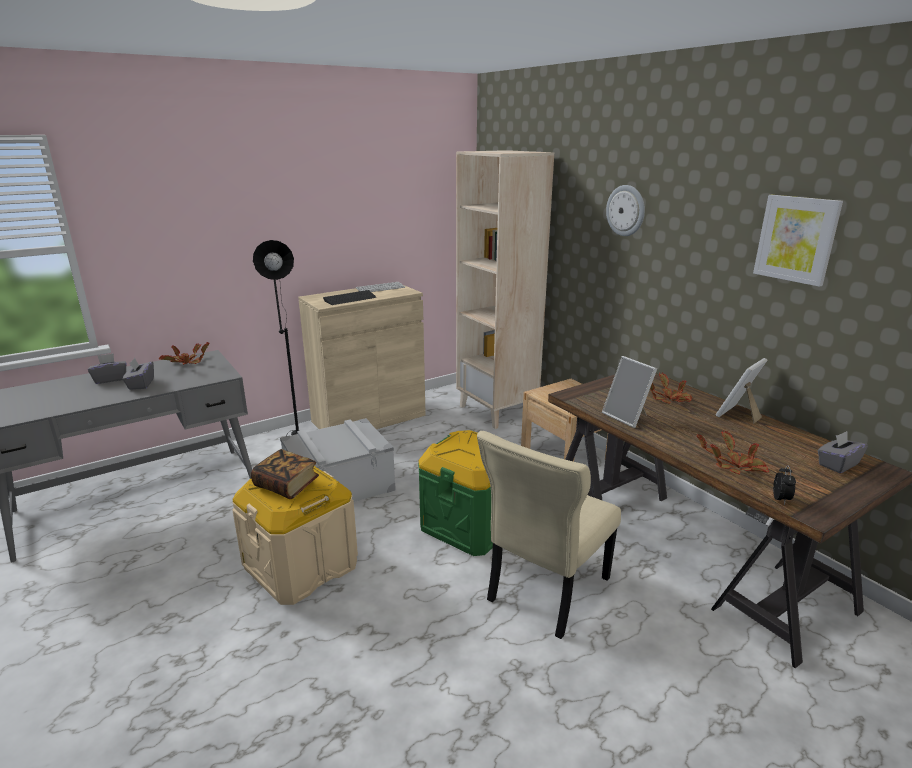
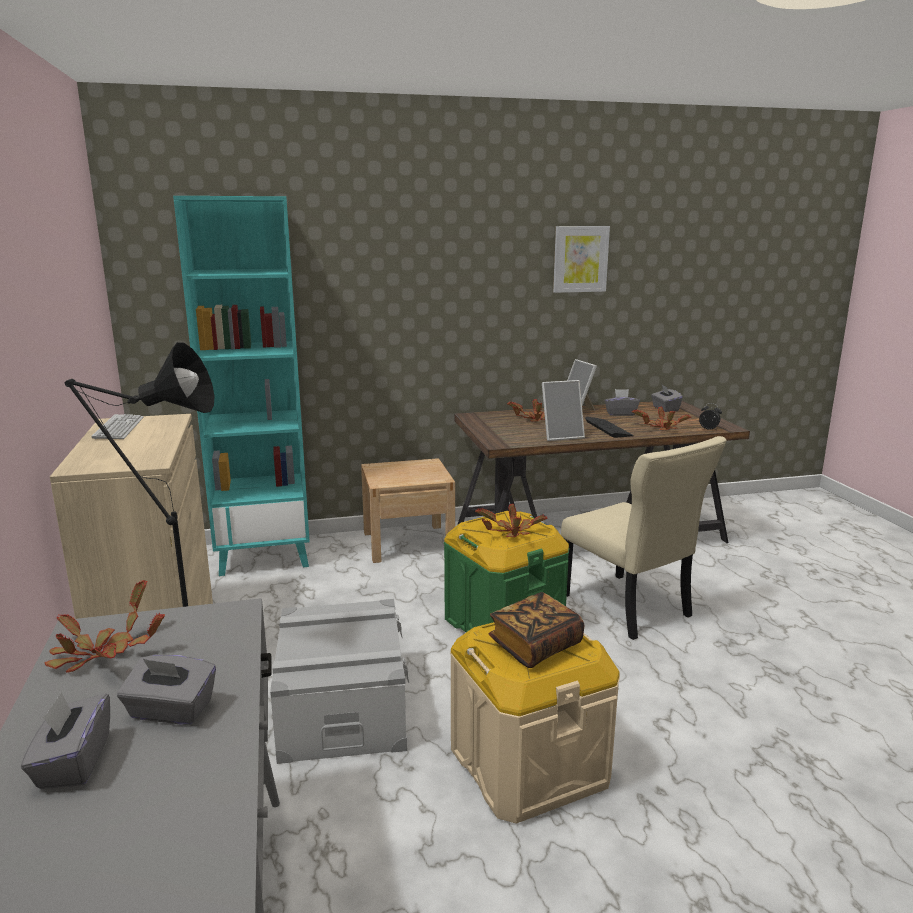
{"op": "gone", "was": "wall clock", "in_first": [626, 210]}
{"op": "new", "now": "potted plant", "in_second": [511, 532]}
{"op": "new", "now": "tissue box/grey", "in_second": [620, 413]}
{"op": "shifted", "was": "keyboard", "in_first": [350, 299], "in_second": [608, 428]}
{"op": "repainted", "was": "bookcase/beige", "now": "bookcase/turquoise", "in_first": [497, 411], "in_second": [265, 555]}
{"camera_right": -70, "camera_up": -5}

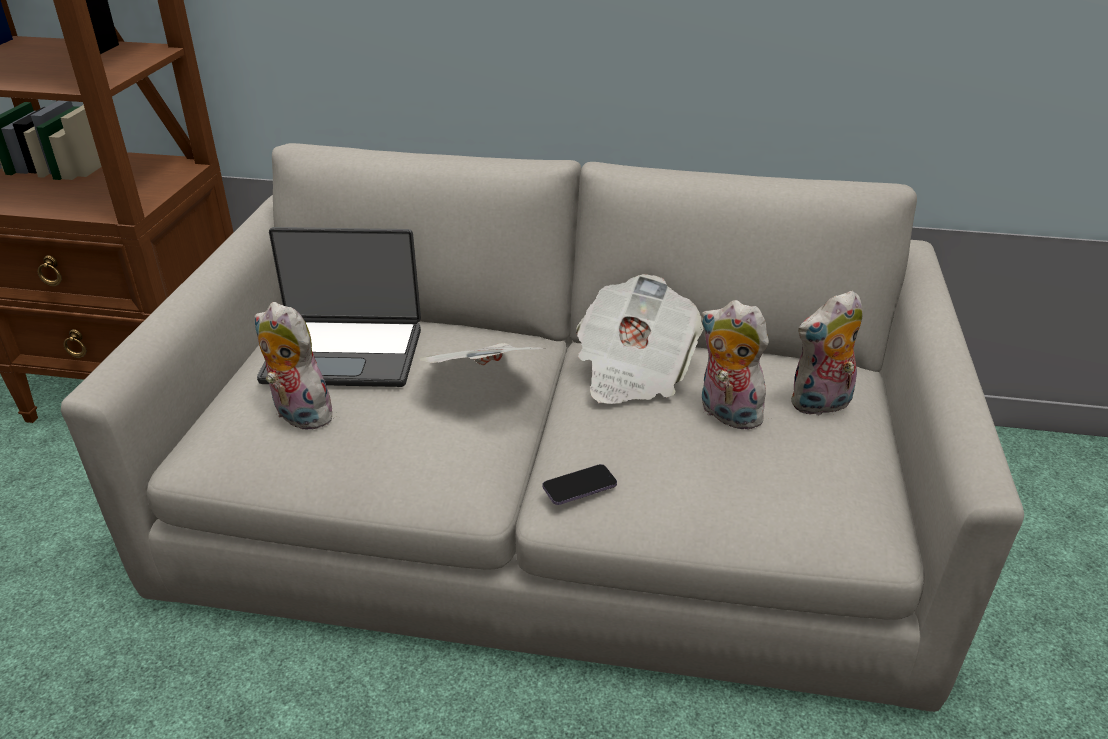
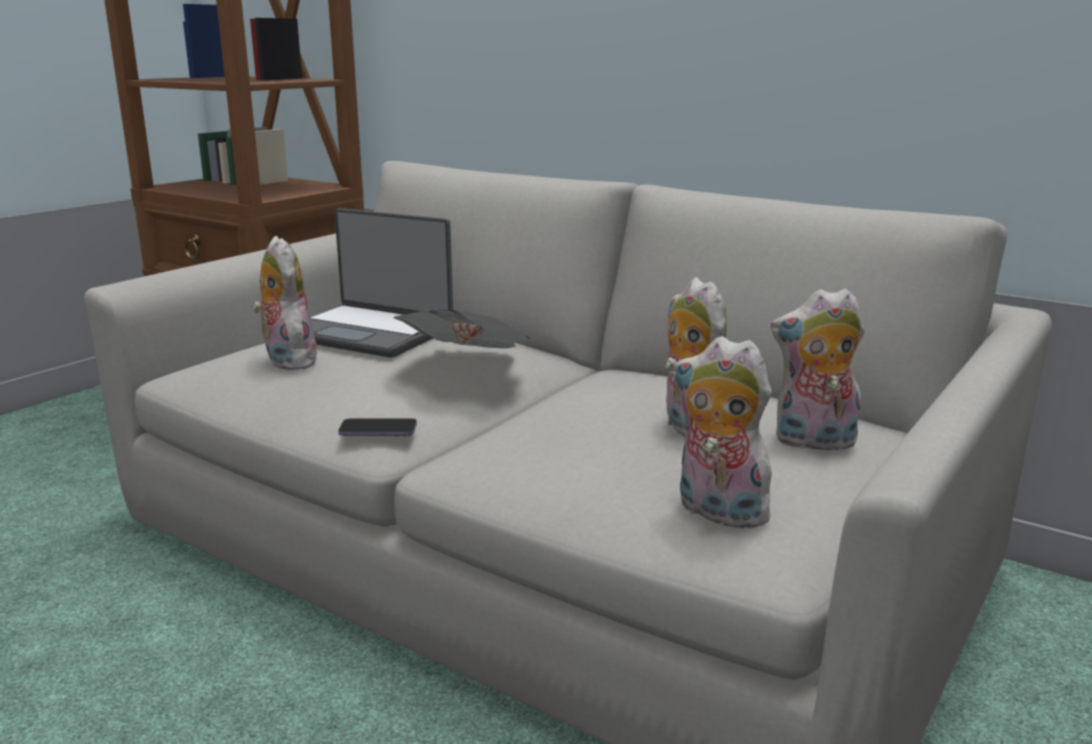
{"op": "gone", "was": "newspaper", "in_first": [633, 370]}
{"op": "new", "now": "plush toy", "in_second": [716, 512]}
{"op": "shifted", "was": "phone", "in_first": [579, 487], "in_second": [378, 430]}
{"camera_right": 25, "camera_up": -15}

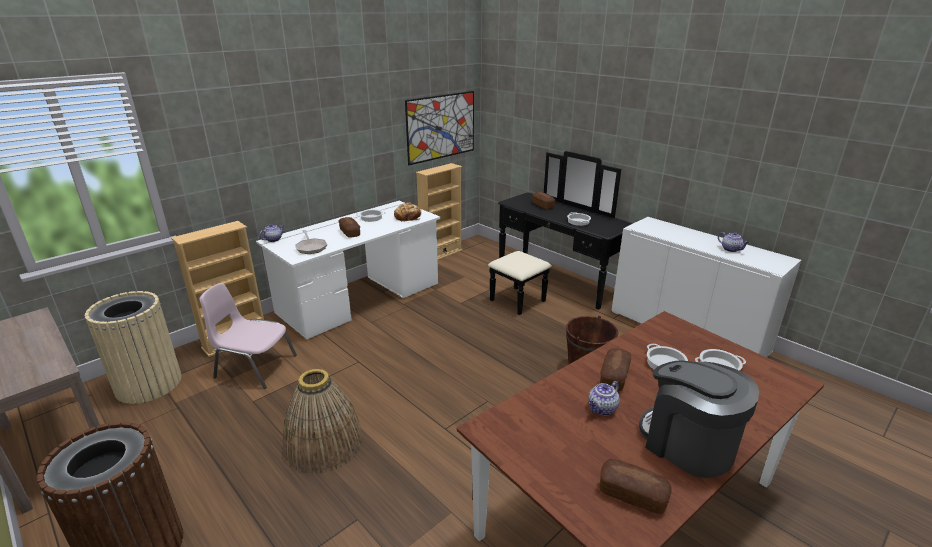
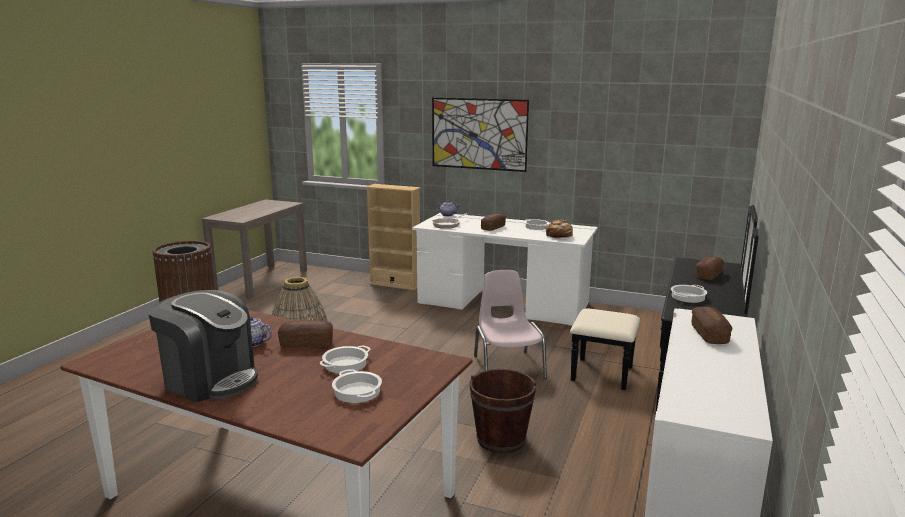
{"op": "gone", "was": "trash can/beige", "in_first": [148, 384]}
{"op": "gone", "was": "bookcase/beige", "in_first": [441, 254]}
{"op": "gone", "was": "teapot", "in_first": [731, 249]}
{"op": "shifted", "was": "chair/pink", "in_first": [254, 366], "in_second": [508, 366]}
{"op": "shifted", "was": "picture", "in_first": [441, 127], "in_second": [479, 134]}
{"op": "shifted", "was": "bread", "in_first": [632, 494], "in_second": [709, 334]}
{"op": "rotated", "was": "coffee machine", "in_first": [687, 444], "in_second": [210, 379], "clockwise": 90}
{"camera_right": 65, "camera_up": -10}

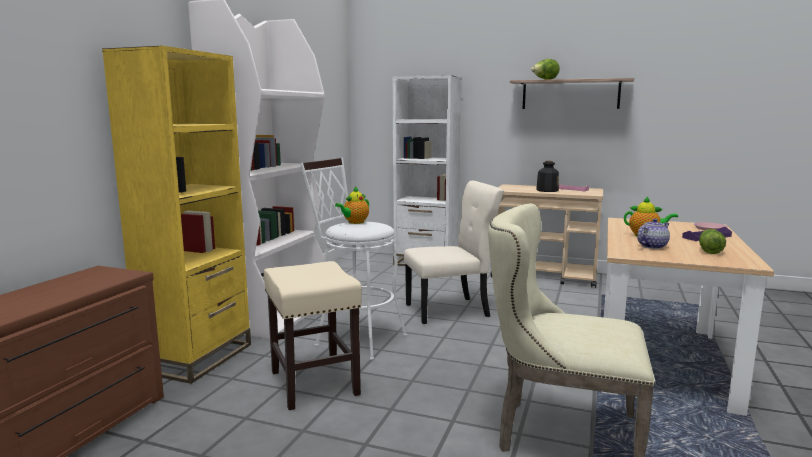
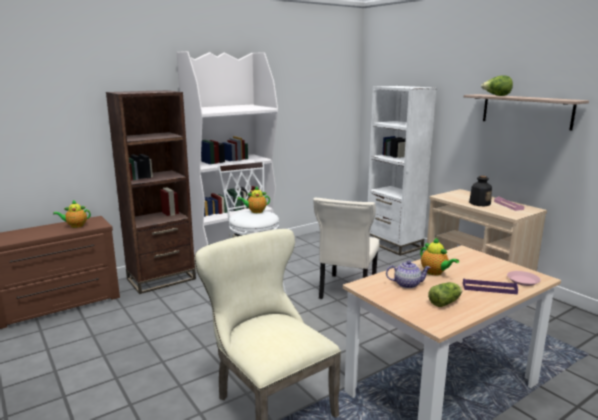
{"op": "gone", "was": "stool/beige", "in_first": [313, 382]}
{"op": "new", "now": "teapot", "in_second": [75, 226]}
{"op": "repainted", "was": "bookcase/yellow", "now": "bookcase/brown", "in_first": [197, 358], "in_second": [161, 279]}
{"op": "rotated", "was": "chair/beige", "in_first": [450, 310], "in_second": [346, 291], "clockwise": 90}
{"camera_right": 35, "camera_up": 5}

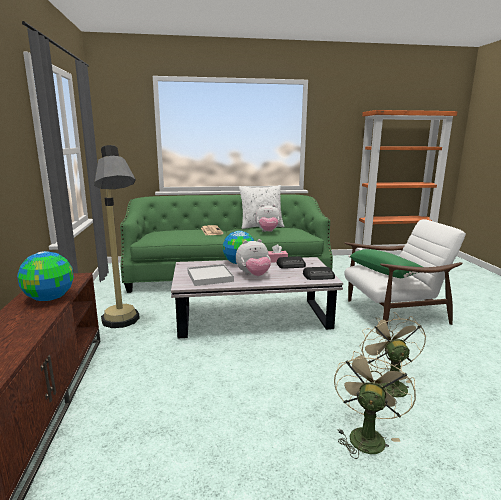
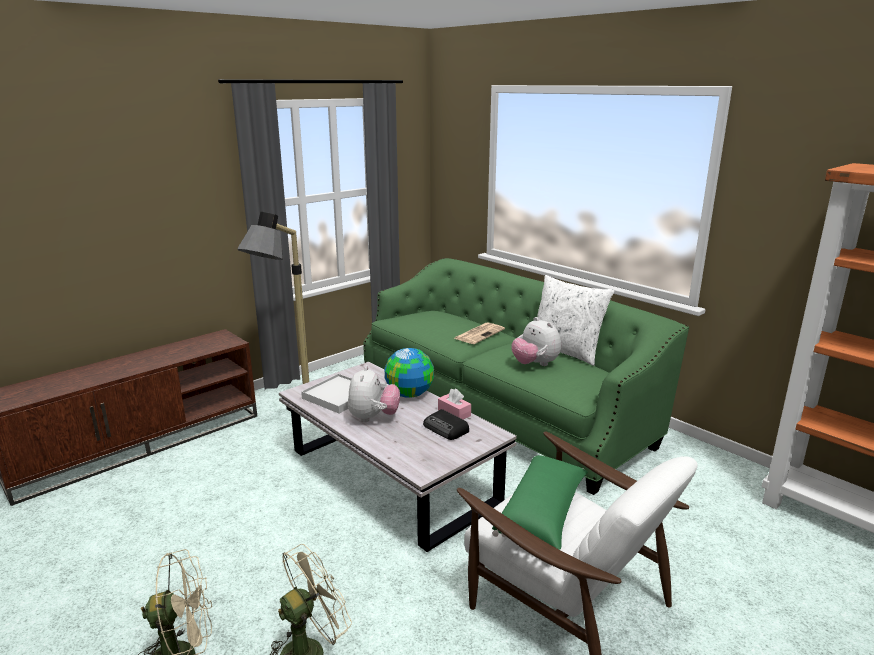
{"op": "gone", "was": "globe", "in_first": [50, 298]}
{"op": "gone", "was": "radio", "in_first": [319, 276]}
{"op": "rotated", "was": "plush toy", "in_first": [253, 275], "in_second": [373, 418], "clockwise": -120}
{"camera_right": 55, "camera_up": 5}

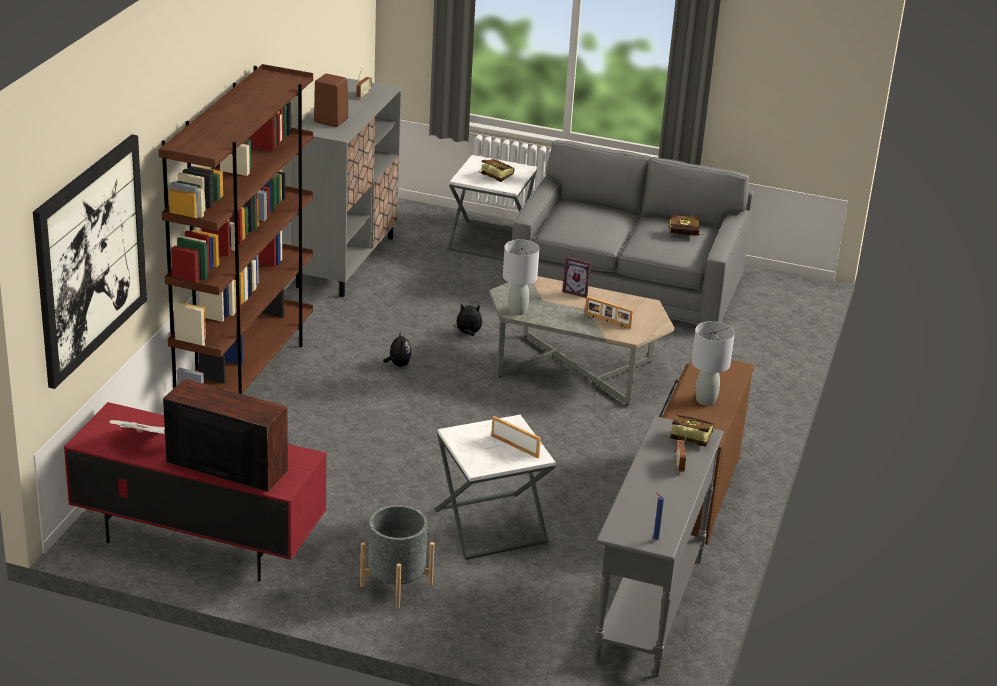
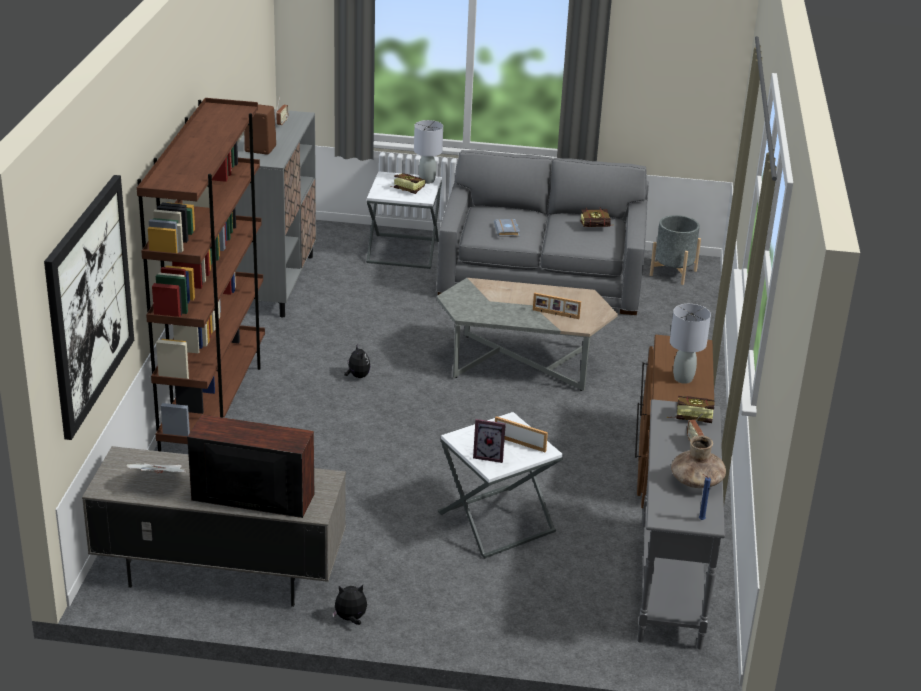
{"op": "new", "now": "book/grey", "in_second": [507, 231]}
{"op": "new", "now": "vase/brown", "in_second": [696, 481]}
{"op": "shifted", "was": "planter/grey", "in_first": [396, 585], "in_second": [673, 273]}
{"op": "shifted", "was": "plush toy", "in_first": [468, 334], "in_second": [350, 619]}
{"op": "shifted", "was": "table lamp/grey", "in_first": [517, 311], "in_second": [426, 180]}
{"op": "shifted", "was": "picture frame", "in_first": [577, 291], "in_second": [489, 455]}
{"op": "repainted", "was": "tv stand/red", "now": "tv stand/grey", "in_first": [197, 540], "in_second": [219, 573]}
{"camera_right": -10, "camera_up": 0}

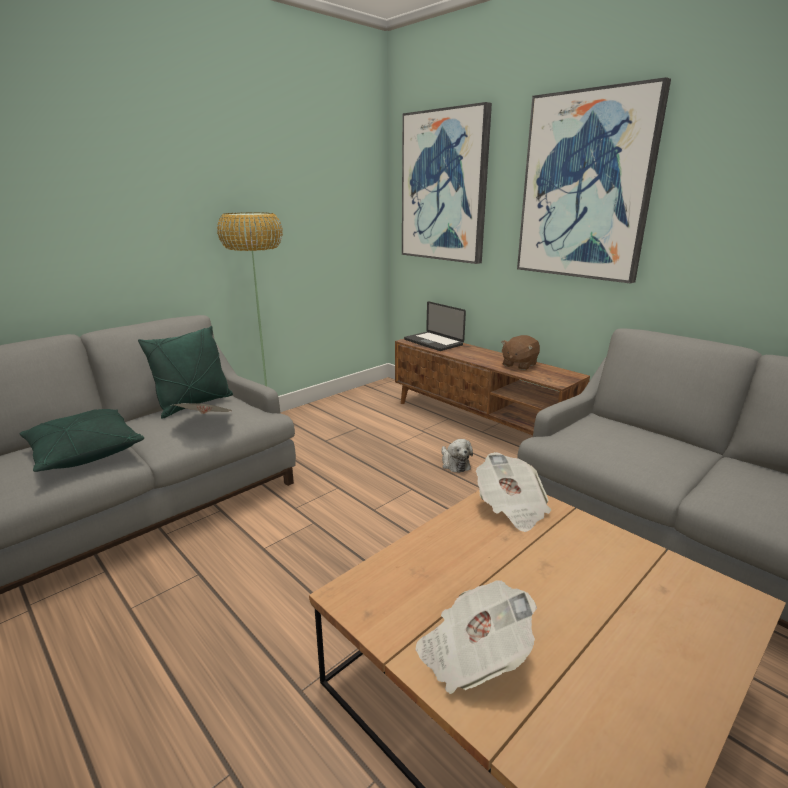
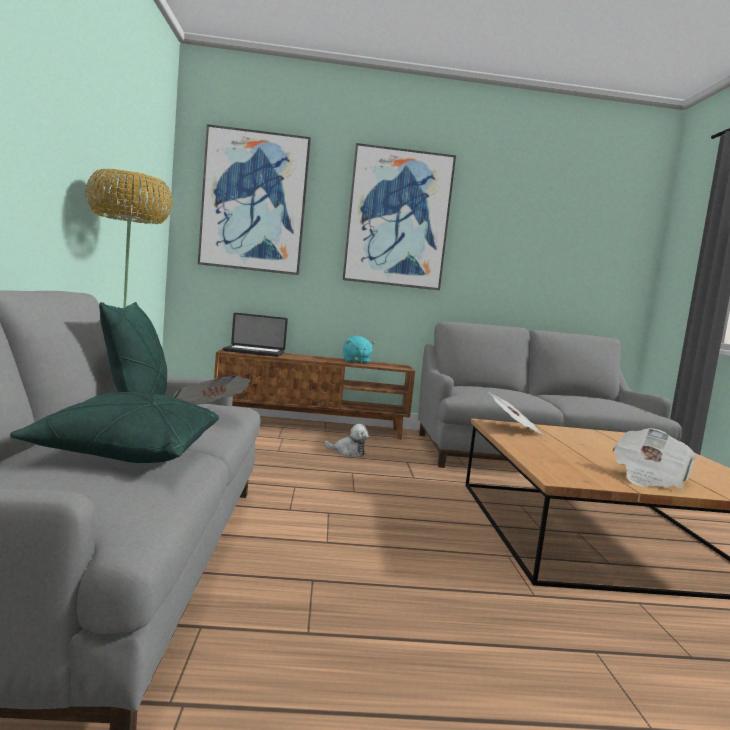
{"op": "repainted", "was": "plush toy/brown", "now": "plush toy/turquoise", "in_first": [519, 365], "in_second": [355, 361]}
{"camera_right": -50, "camera_up": -15}

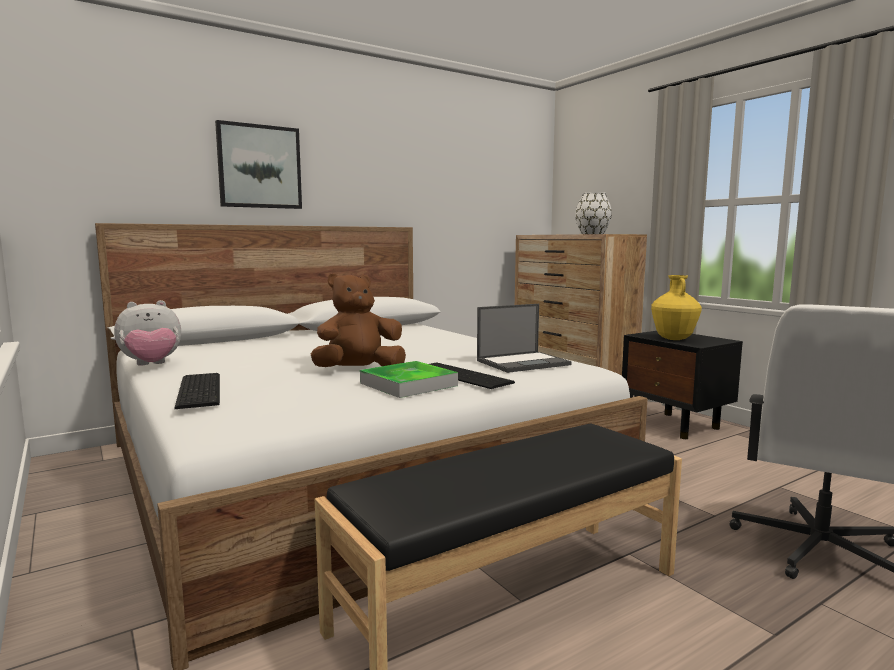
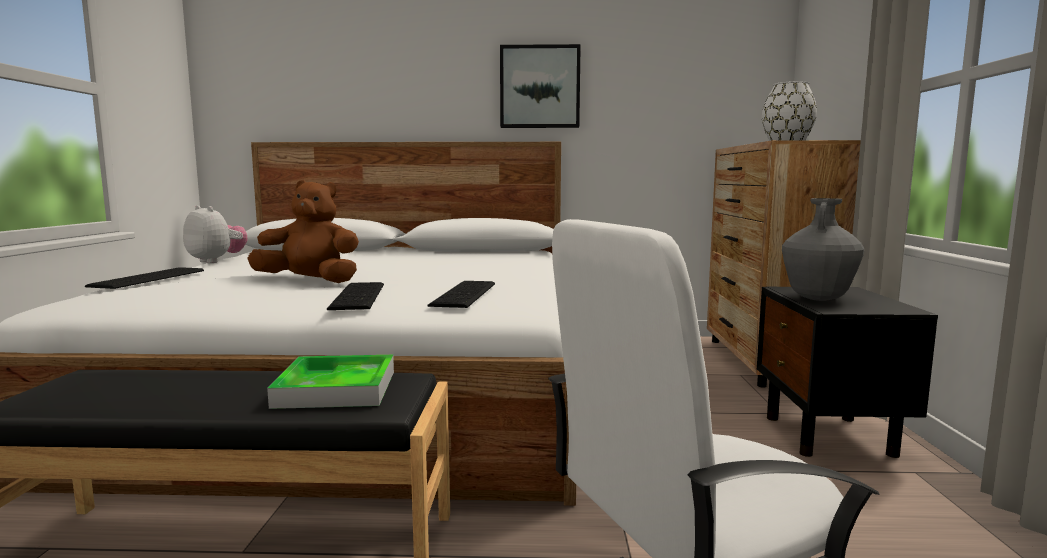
{"op": "shifted", "was": "picture", "in_first": [259, 167], "in_second": [539, 87]}
{"op": "shifted", "was": "tray", "in_first": [408, 384], "in_second": [336, 388]}
{"op": "swapped", "was": "laptop", "now": "keyboard", "in_first": [523, 362], "in_second": [467, 294]}
{"op": "repainted", "was": "vase/yellow", "now": "vase/grey", "in_first": [673, 339], "in_second": [818, 298]}
{"op": "rotated", "was": "plush toy", "in_first": [151, 365], "in_second": [216, 261], "clockwise": -150}
{"camera_right": 35, "camera_up": 0}

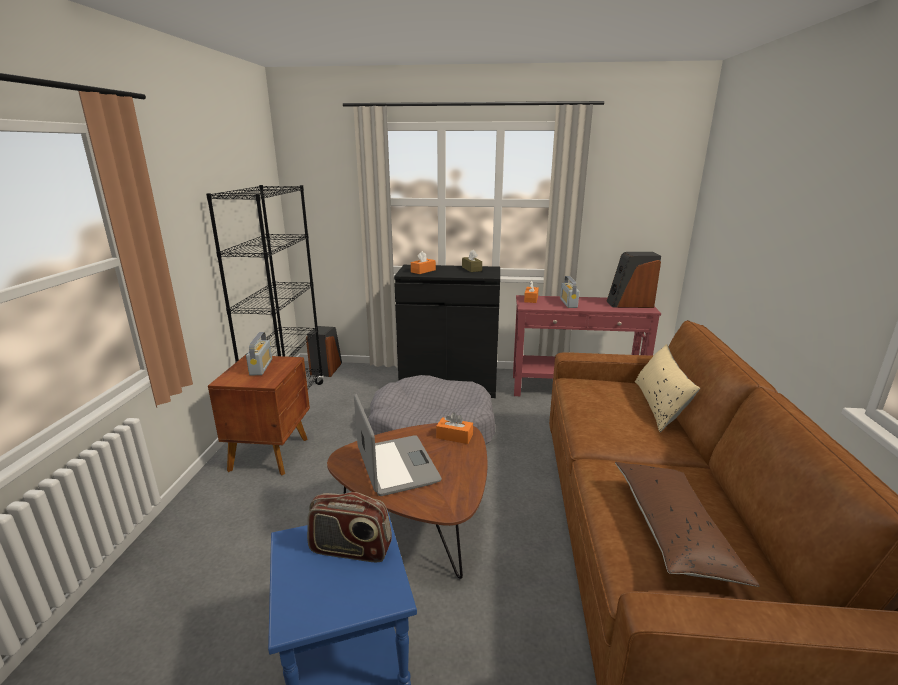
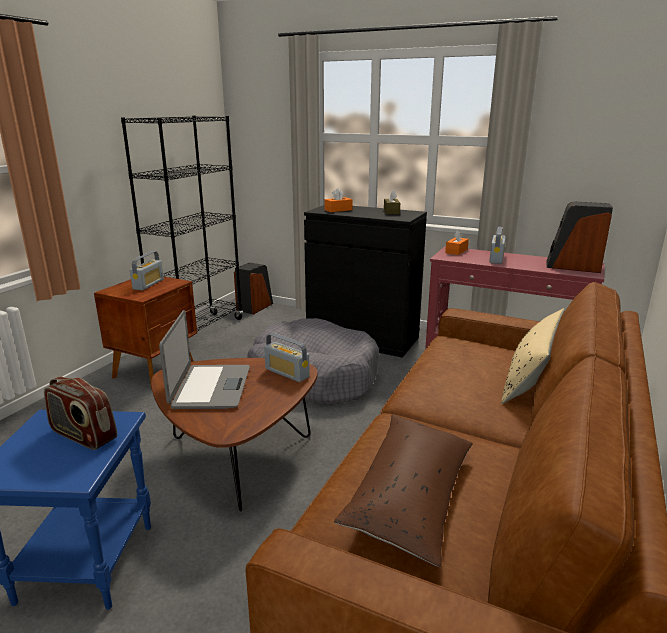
{"op": "swapped", "was": "tissue box/orange", "now": "radio", "in_first": [454, 436], "in_second": [287, 373]}
{"camera_right": 20, "camera_up": 0}

